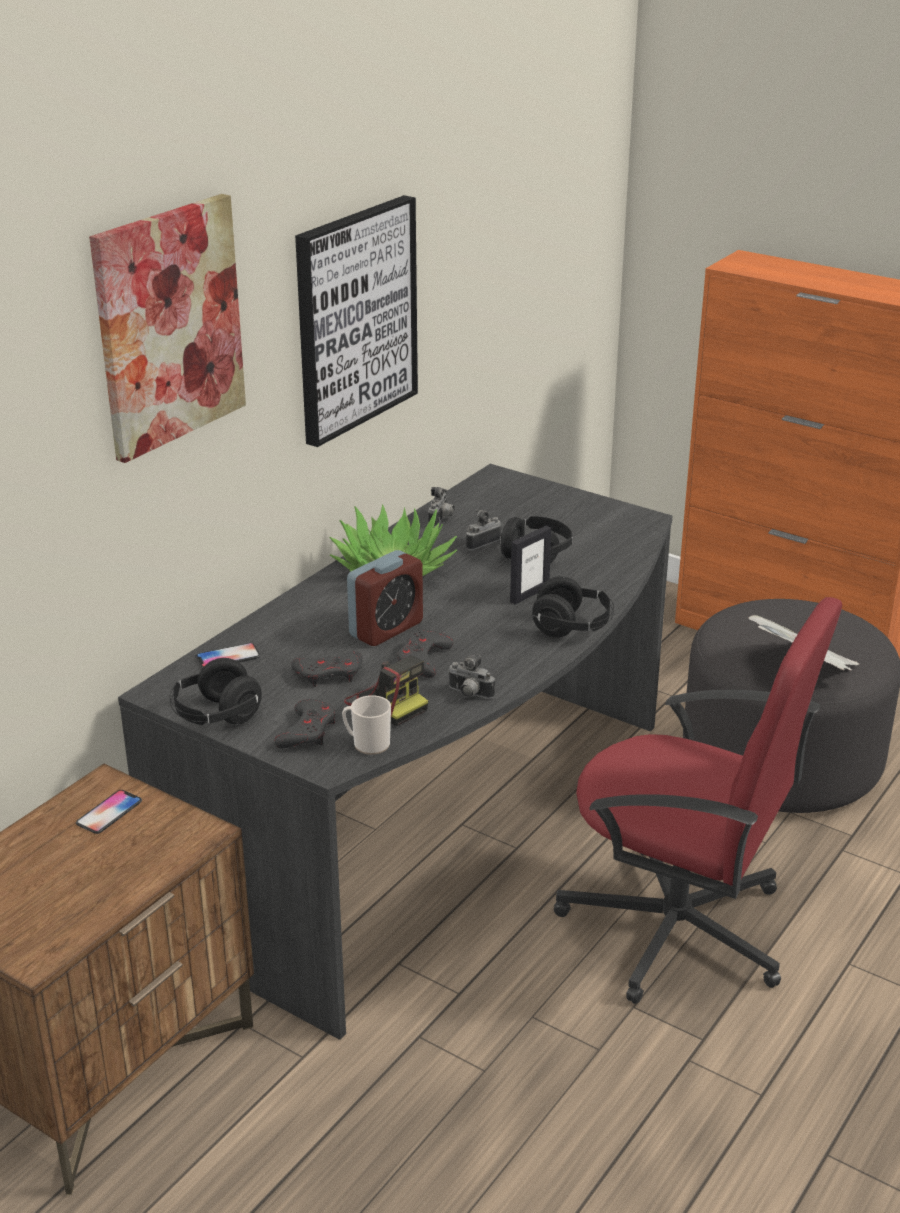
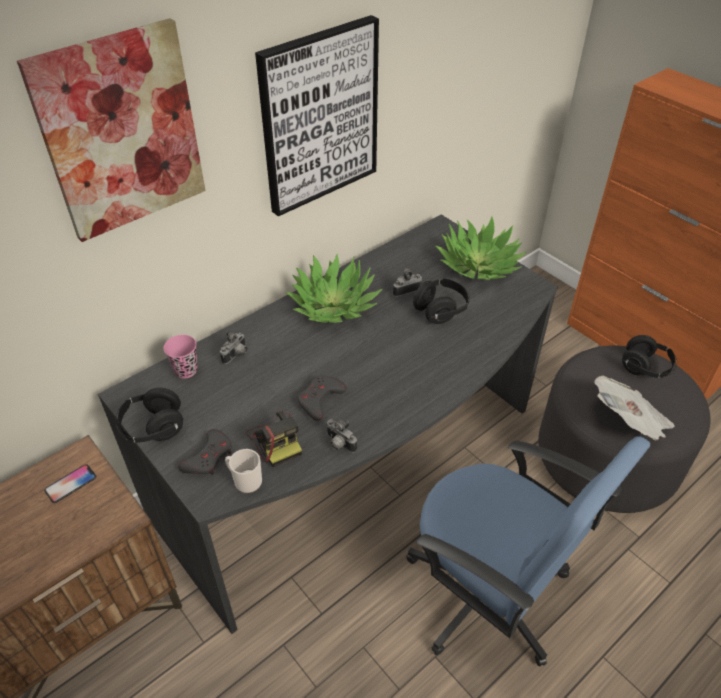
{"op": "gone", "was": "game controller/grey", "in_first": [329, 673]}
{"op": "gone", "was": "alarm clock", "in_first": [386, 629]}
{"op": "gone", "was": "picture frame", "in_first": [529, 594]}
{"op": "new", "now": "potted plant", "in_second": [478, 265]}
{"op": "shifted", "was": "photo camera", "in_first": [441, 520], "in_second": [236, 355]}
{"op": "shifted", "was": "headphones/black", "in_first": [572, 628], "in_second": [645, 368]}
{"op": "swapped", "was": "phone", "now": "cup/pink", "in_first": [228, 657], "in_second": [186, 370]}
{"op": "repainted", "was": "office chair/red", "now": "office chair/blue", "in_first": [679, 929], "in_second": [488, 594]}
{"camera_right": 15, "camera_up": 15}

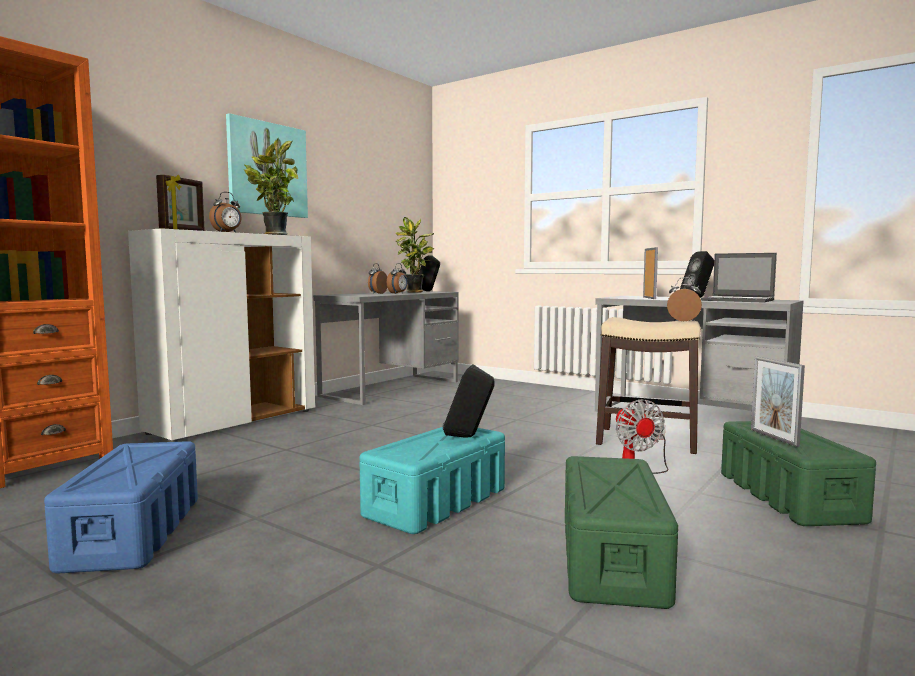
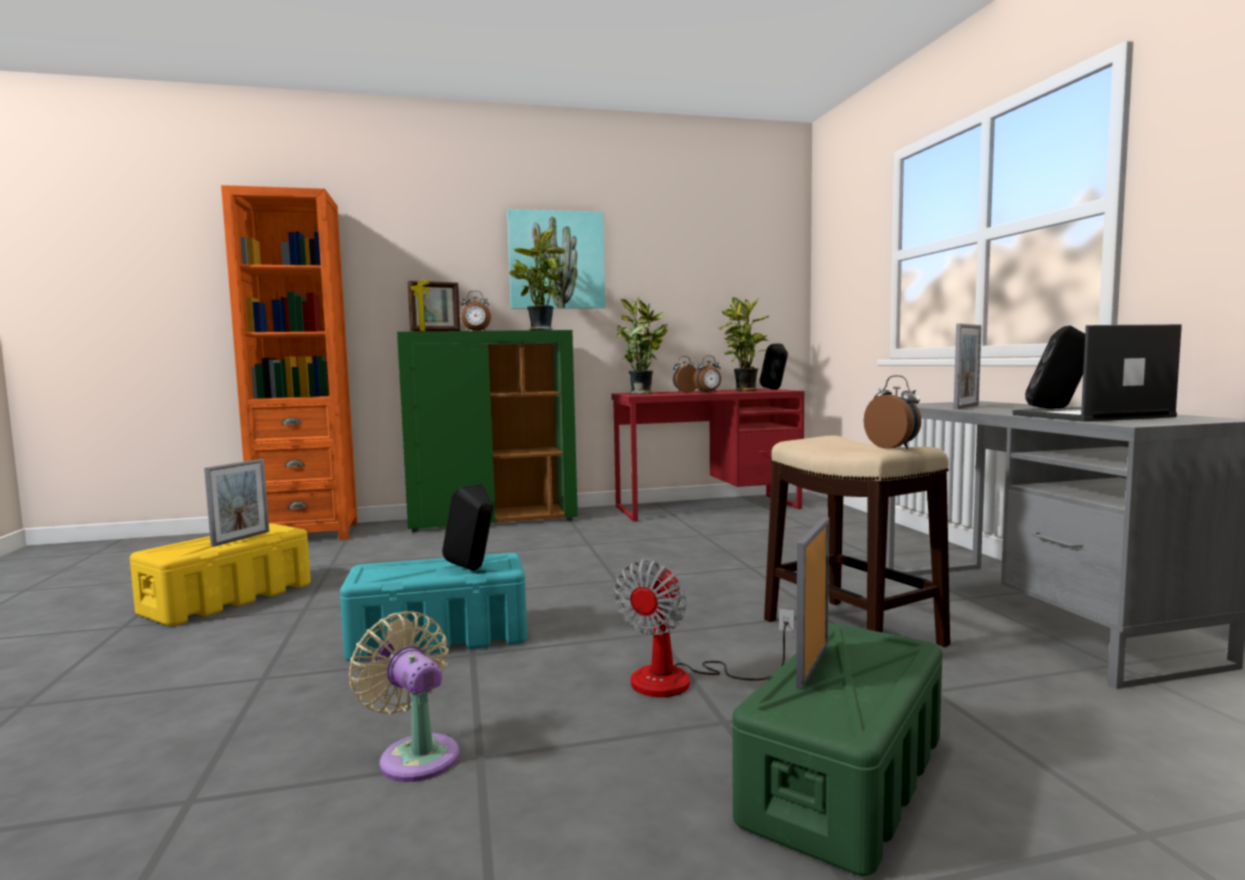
{"op": "new", "now": "picture frame", "in_second": [241, 538]}
{"op": "new", "now": "potted plant", "in_second": [643, 393]}
{"op": "swapped", "was": "storage box/green", "now": "fan/beige", "in_first": [612, 559], "in_second": [416, 755]}
{"op": "repainted", "was": "storage box/blue", "now": "storage box/yellow", "in_first": [134, 532], "in_second": [229, 598]}
{"op": "repainted", "was": "cabinet/white", "now": "cabinet/green", "in_first": [234, 421], "in_second": [494, 520]}
{"op": "repainted", "was": "desk/grey", "now": "desk/red", "in_first": [392, 388], "in_second": [707, 507]}
{"op": "rotated", "was": "laptop", "in_first": [738, 300], "in_second": [1090, 416], "clockwise": 90}
{"camera_right": 40, "camera_up": 0}

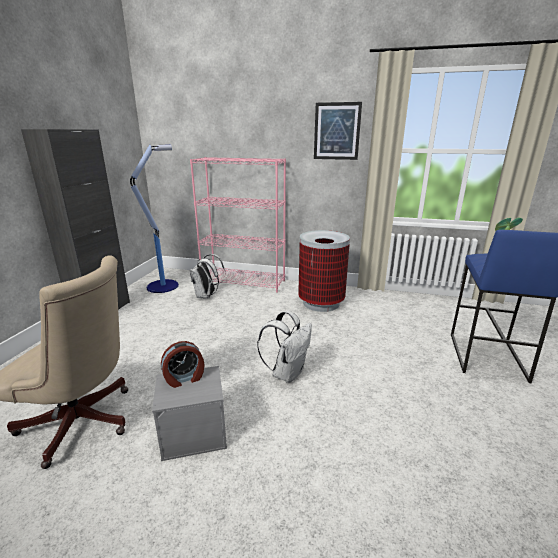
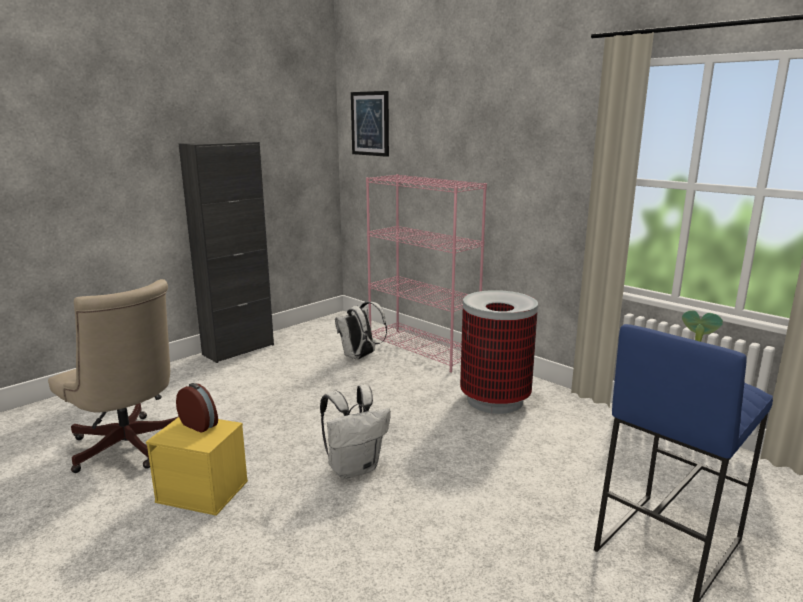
{"op": "gone", "was": "floor lamp", "in_first": [164, 286]}
{"op": "shifted", "was": "picture", "in_first": [337, 131], "in_second": [370, 123]}
{"op": "repainted", "was": "storage box/grey", "now": "storage box/yellow", "in_first": [195, 433], "in_second": [204, 491]}
{"op": "rotated", "was": "alarm clock", "in_first": [184, 379], "in_second": [200, 424], "clockwise": -150}
{"camera_right": 30, "camera_up": -5}

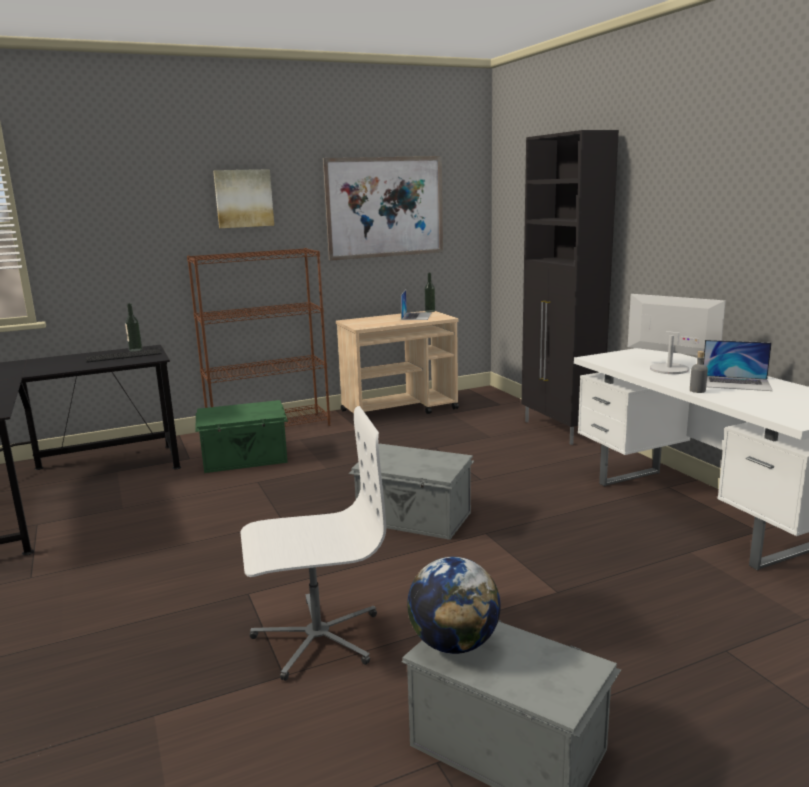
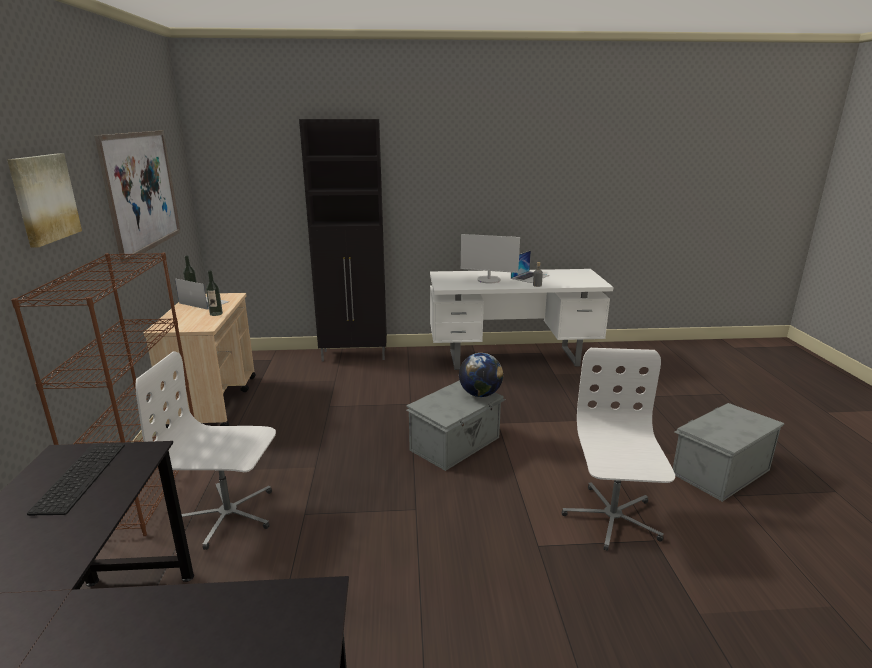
{"op": "shifted", "was": "bottle", "in_first": [135, 350], "in_second": [216, 314]}
{"op": "shifted", "was": "globe", "in_first": [454, 643], "in_second": [480, 394]}
{"op": "swapped", "was": "storage box/green", "now": "office chair/white", "in_first": [245, 459], "in_second": [228, 515]}
{"op": "rotated", "was": "monitor", "in_first": [669, 369], "in_second": [489, 280], "clockwise": -135}
{"camera_right": -70, "camera_up": 5}

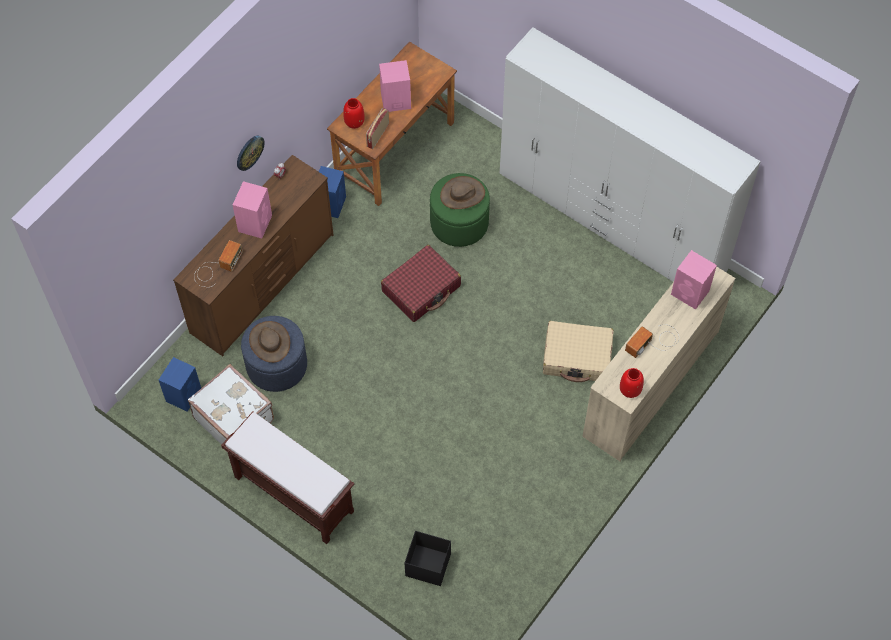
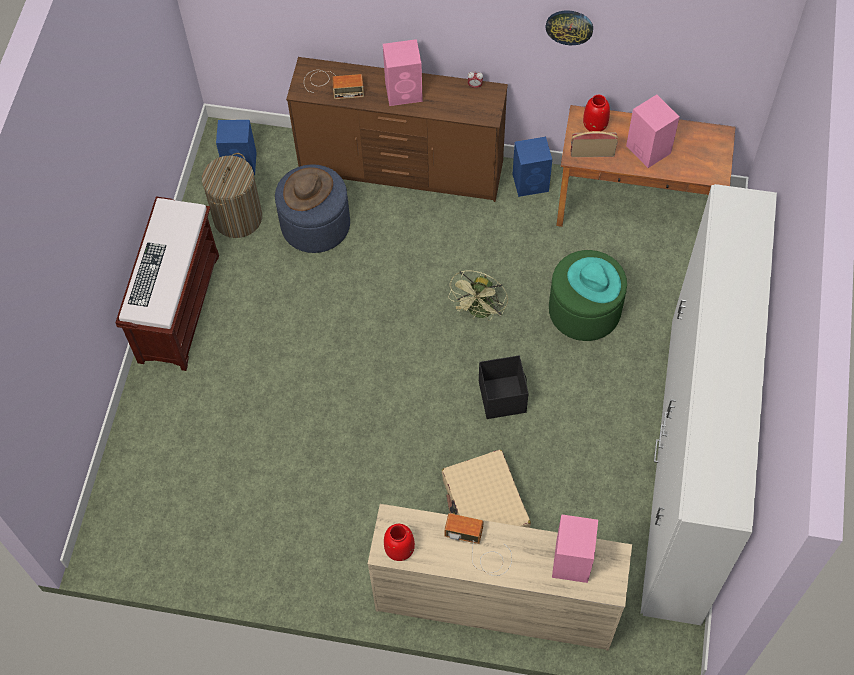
{"op": "new", "now": "keyboard", "in_second": [147, 274]}
{"op": "shifted", "was": "wall clock", "in_first": [249, 152], "in_second": [569, 26]}
{"op": "shifted", "was": "storage box/black", "in_first": [427, 564], "in_second": [502, 396]}
{"op": "swapped", "was": "suitcase/white", "now": "laundry basket", "in_first": [234, 418], "in_second": [237, 217]}
{"op": "swapped", "was": "suitcase/red", "now": "fan/green", "in_first": [421, 289], "in_second": [480, 312]}
{"op": "repainted", "was": "hat/brown", "now": "hat/turquoise", "in_first": [462, 194], "in_second": [593, 281]}
{"camera_right": 65, "camera_up": 0}

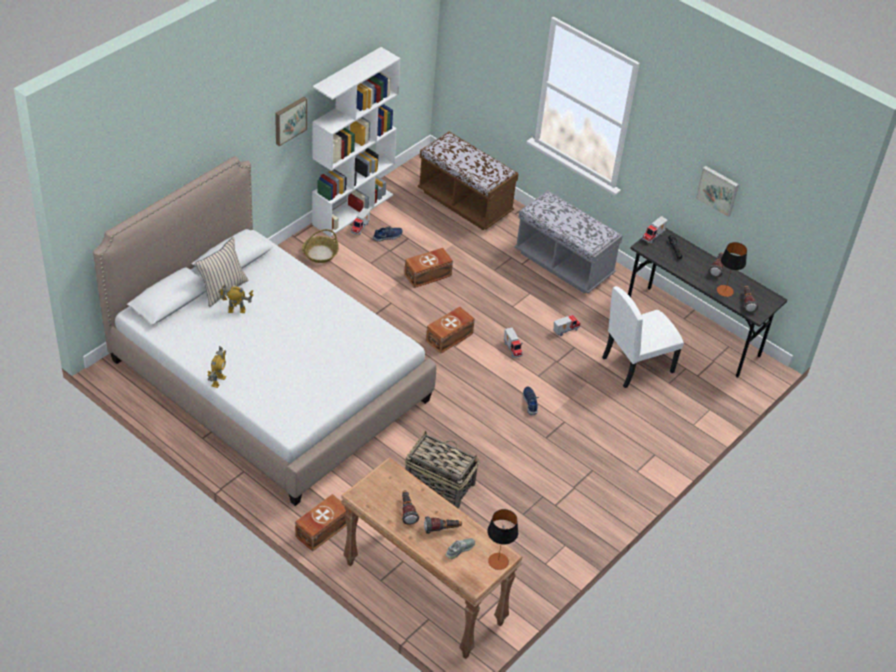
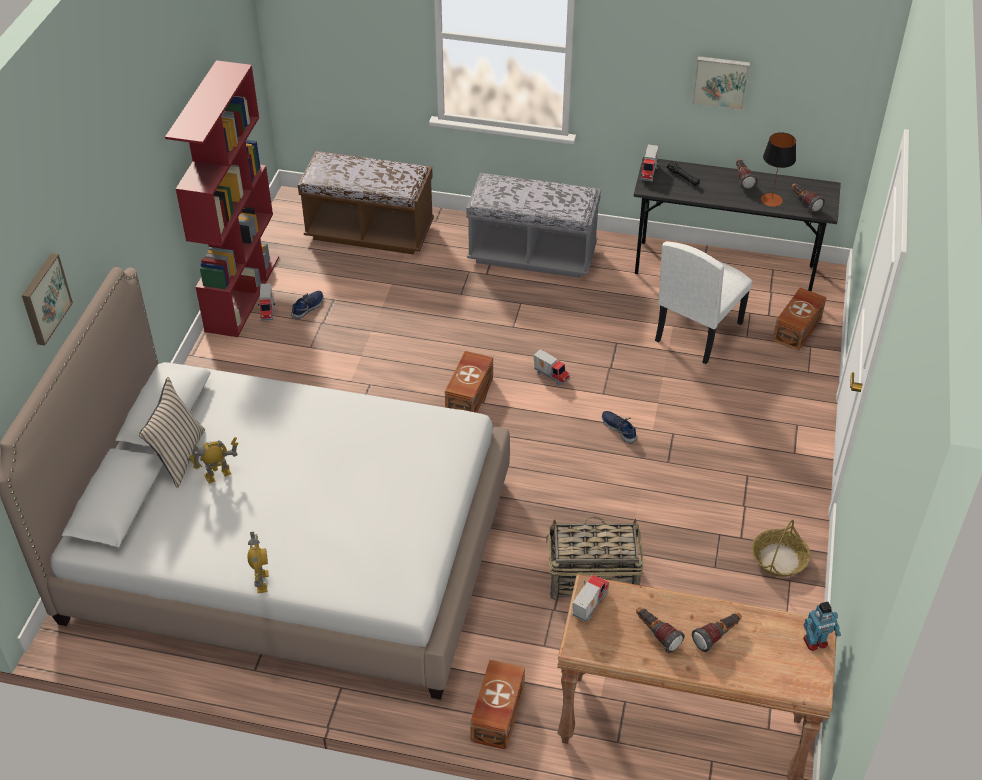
{"op": "gone", "was": "shoe/grey", "in_first": [460, 549]}
{"op": "shifted", "was": "picture", "in_first": [289, 120], "in_second": [44, 298]}
{"op": "shifted", "was": "basket", "in_first": [320, 253], "in_second": [779, 558]}
{"op": "shifted", "was": "storage box/brown", "in_first": [428, 275], "in_second": [798, 329]}
{"op": "shifted", "was": "toy truck", "in_first": [565, 330], "in_second": [588, 604]}
{"op": "swapped", "was": "table lamp", "now": "toy robot", "in_first": [498, 561], "in_second": [815, 642]}
{"op": "repainted", "was": "bookcase/white", "now": "bookcase/red", "in_first": [353, 209], "in_second": [242, 293]}
{"camera_right": -25, "camera_up": 0}

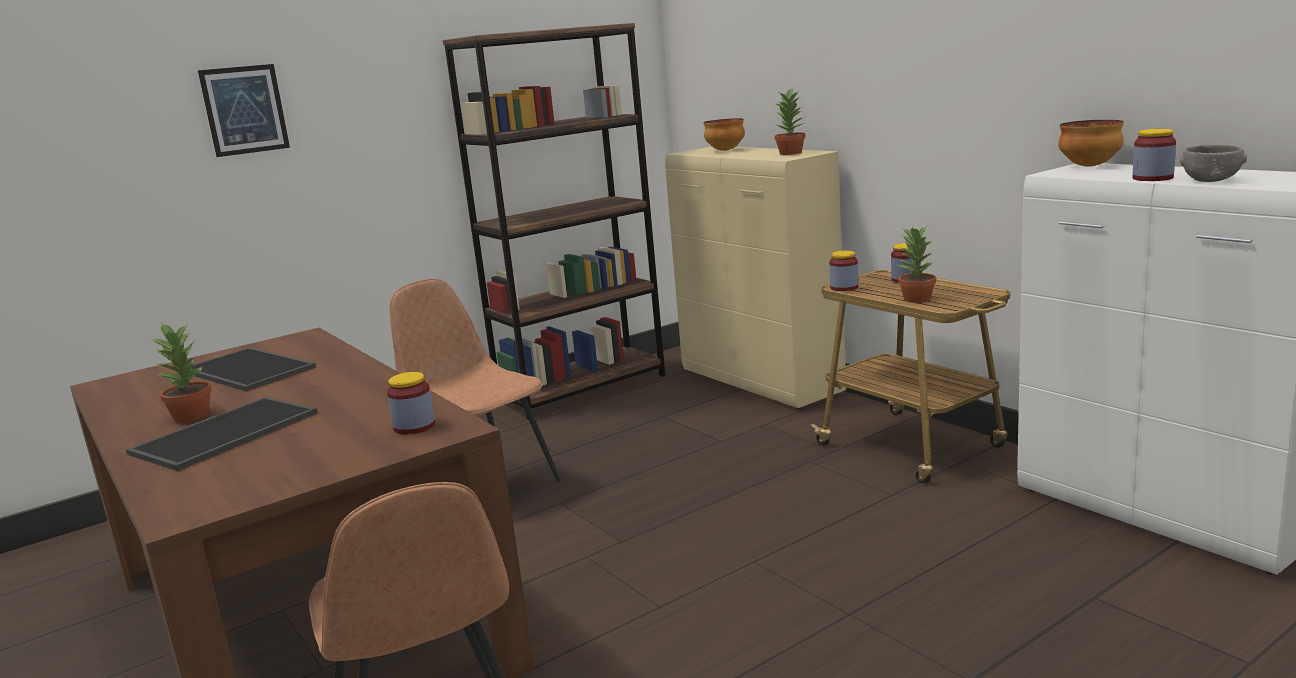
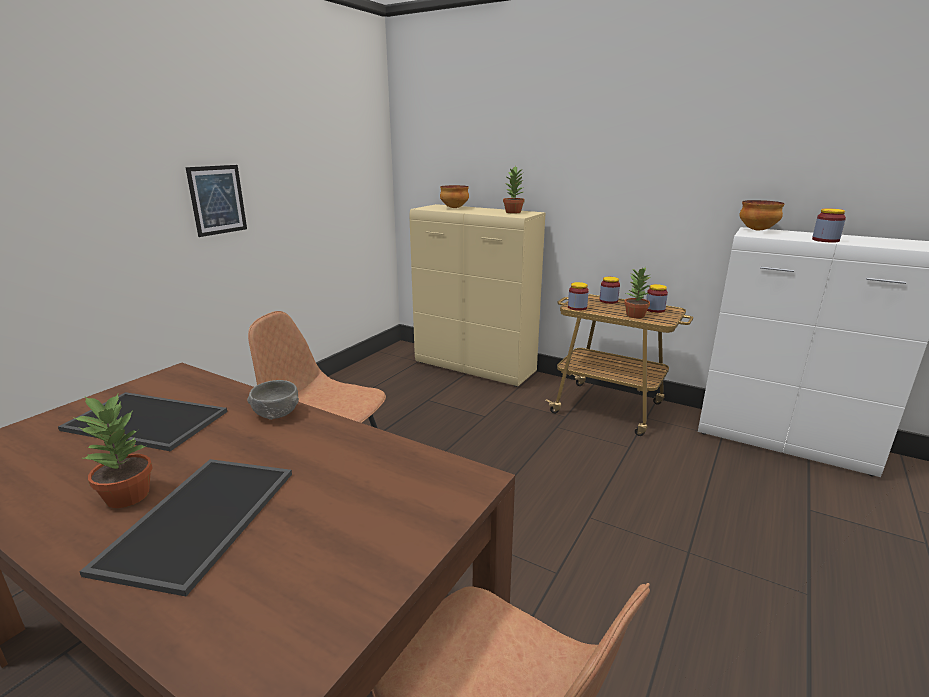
{"op": "gone", "was": "bookcase/brown", "in_first": [582, 389]}
{"op": "shifted", "was": "picture", "in_first": [244, 110], "in_second": [217, 200]}
{"op": "shifted", "was": "jar", "in_first": [414, 426], "in_second": [655, 310]}
{"op": "shifted", "was": "bowl/grey", "in_first": [1210, 180], "in_second": [276, 414]}
{"camera_right": -25, "camera_up": 5}

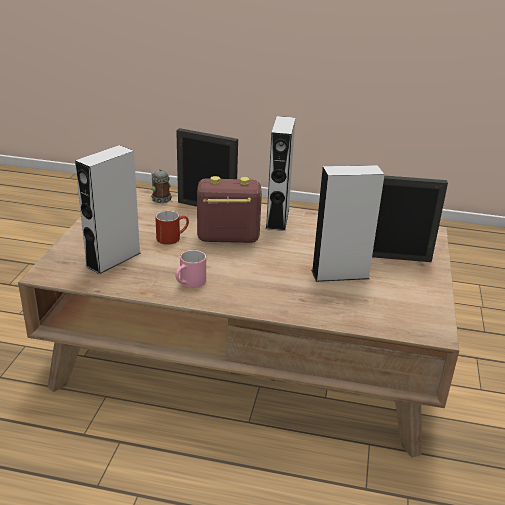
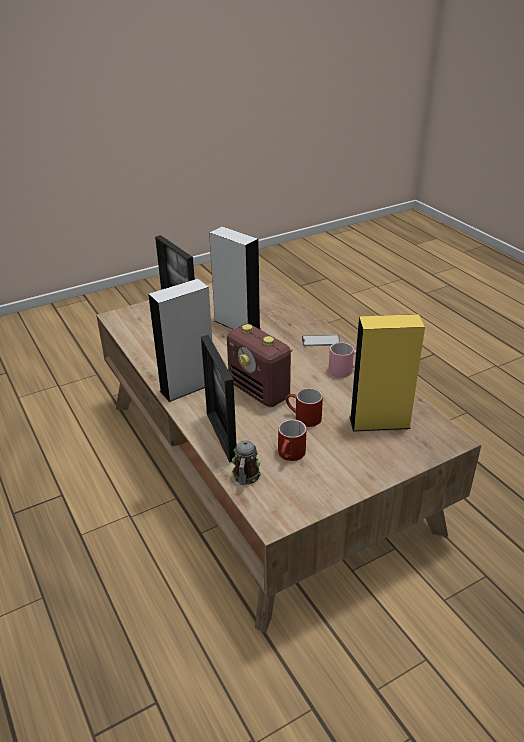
{"op": "new", "now": "mug/red", "in_second": [290, 455]}
{"op": "new", "now": "phone", "in_second": [321, 341]}
{"op": "repainted", "was": "speaker/grey", "now": "speaker/yellow", "in_first": [113, 259], "in_second": [379, 422]}
{"camera_right": -130, "camera_up": 5}

